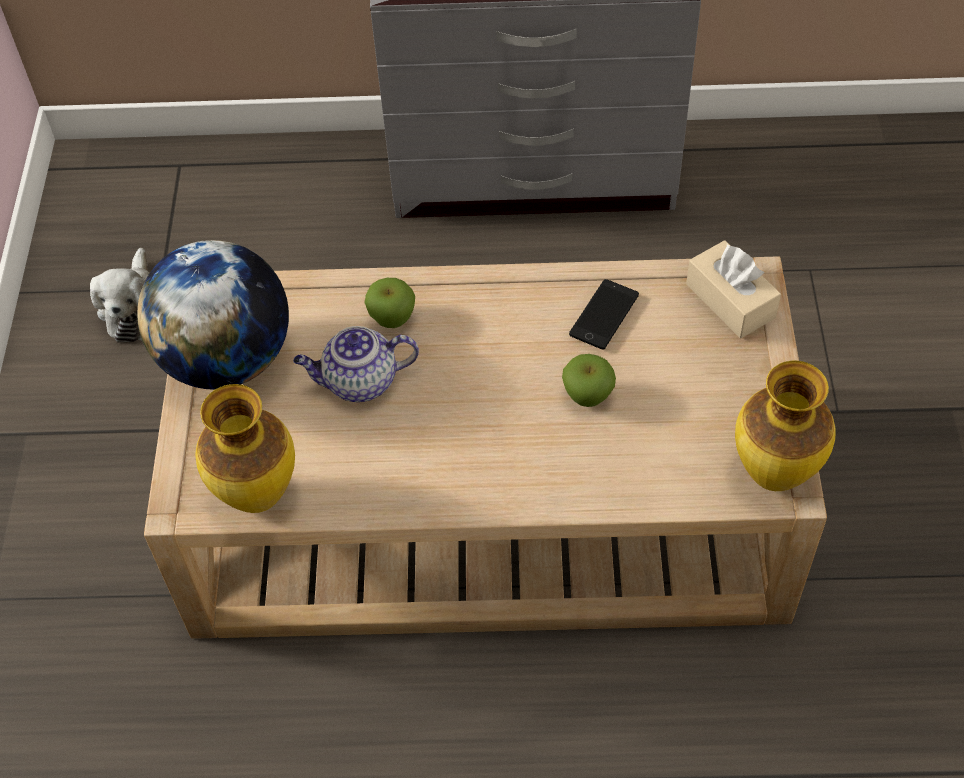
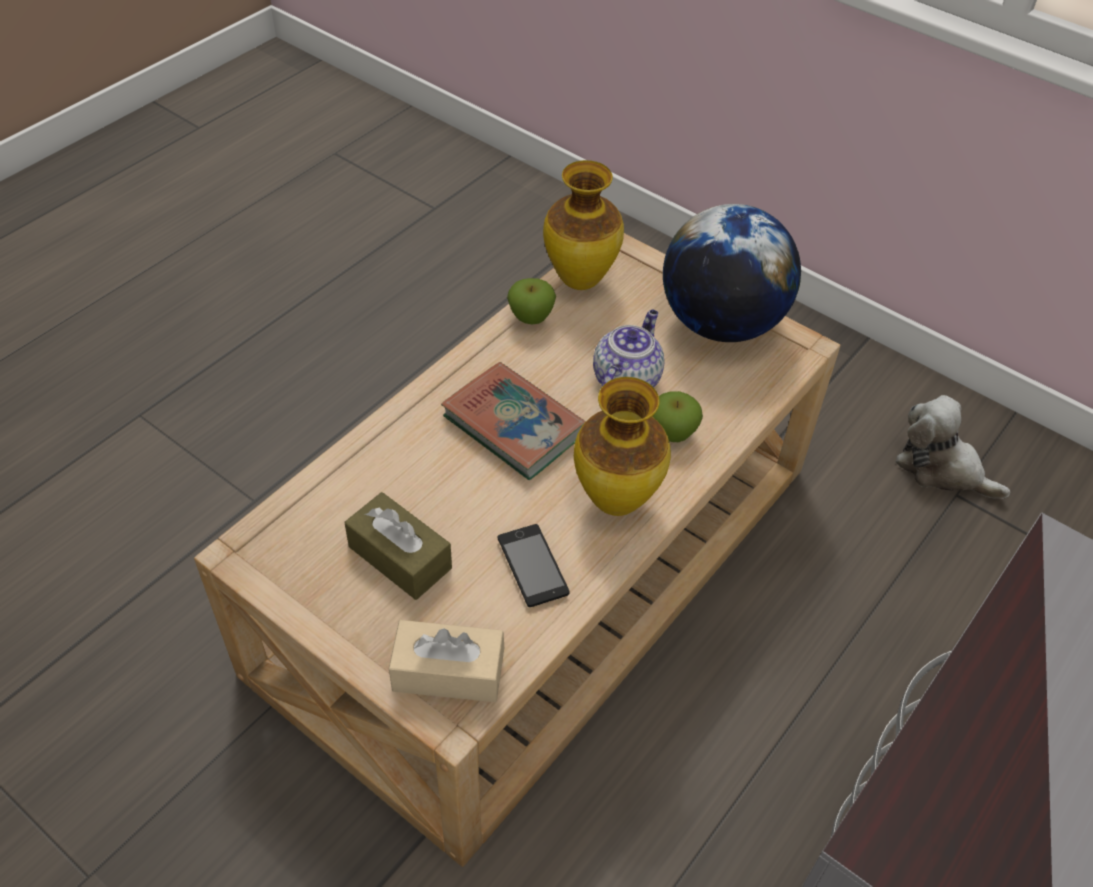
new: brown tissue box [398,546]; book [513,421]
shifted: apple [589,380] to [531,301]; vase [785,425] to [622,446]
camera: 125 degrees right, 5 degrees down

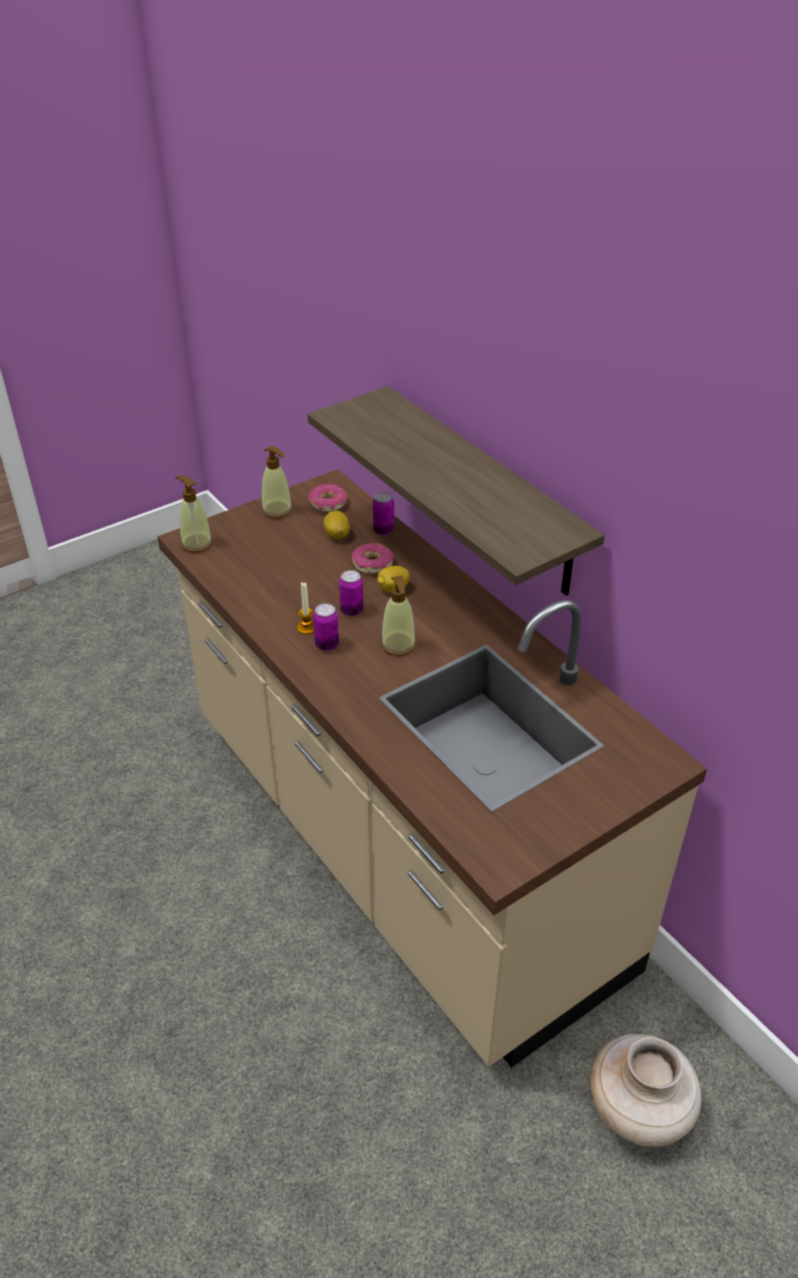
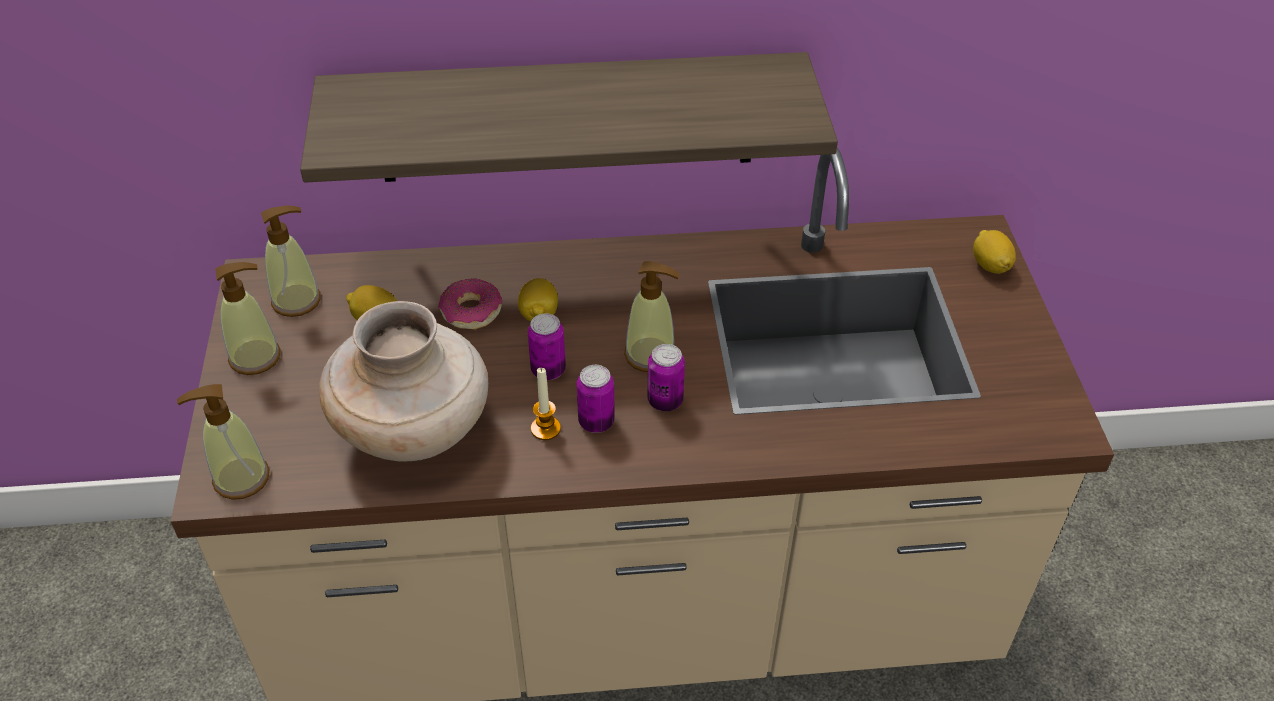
new: lemon [994,252]
shifted: beige vase [646,1090] to [403,381]; can [383,513] to [666,377]
swapped: donut [327,498] to soap dispenser [291,261]
camera: 60 degrees left, 5 degrees up

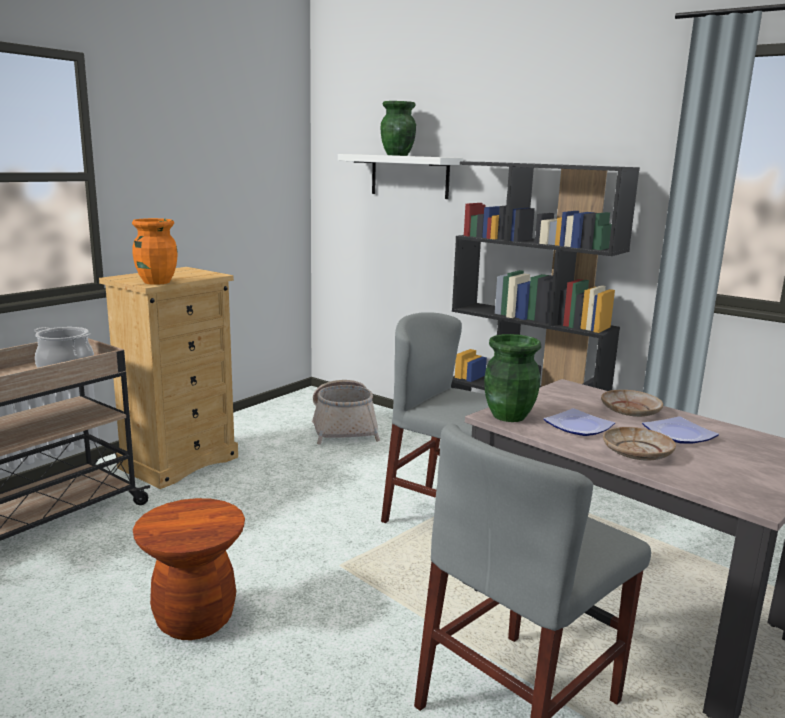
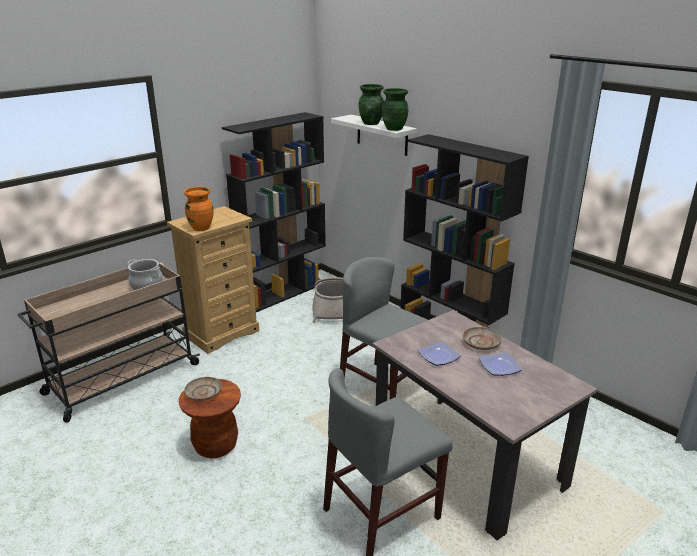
new: black bookcase [274,212]
shifted: beige plate [639,443] to [203,389]; green vase [512,378] to [395,109]
camera: 10 degrees right, 10 degrees up

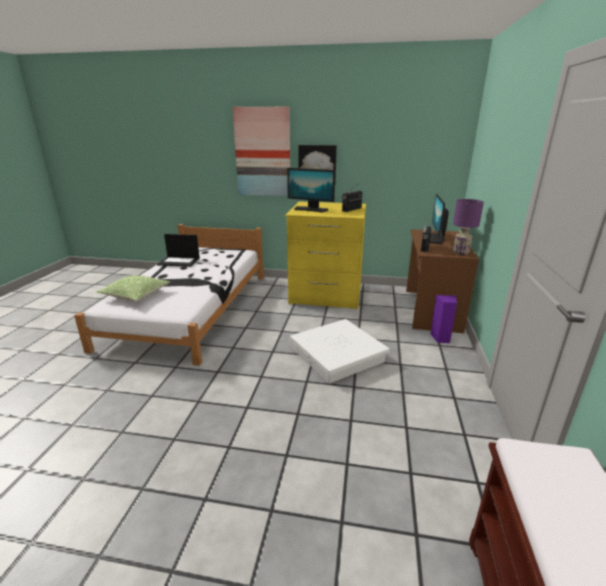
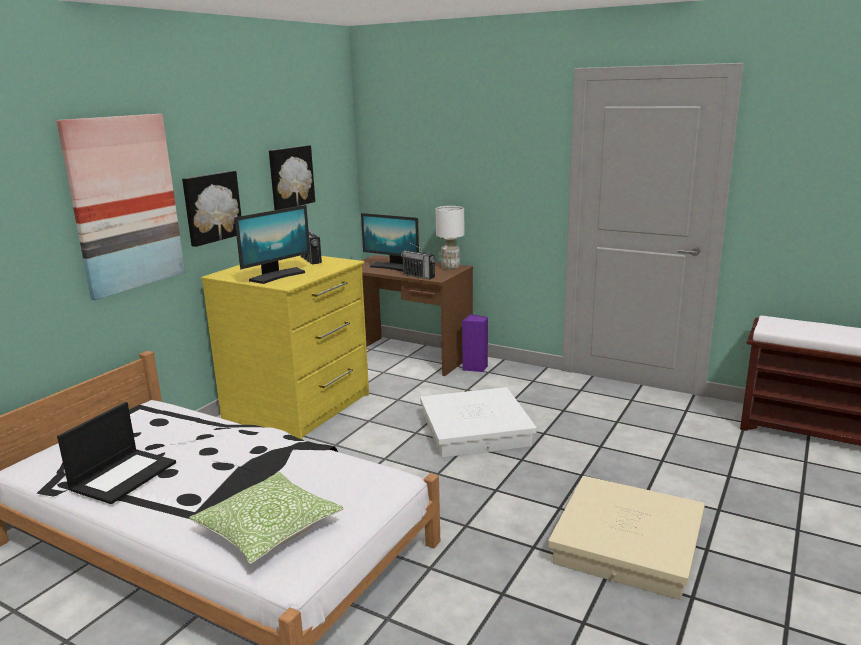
new: picture [292,177]; beige storage box [626,538]
repainted: purple table lamp [468,227] to white table lamp [450,238]
camera: 70 degrees left, 5 degrees down

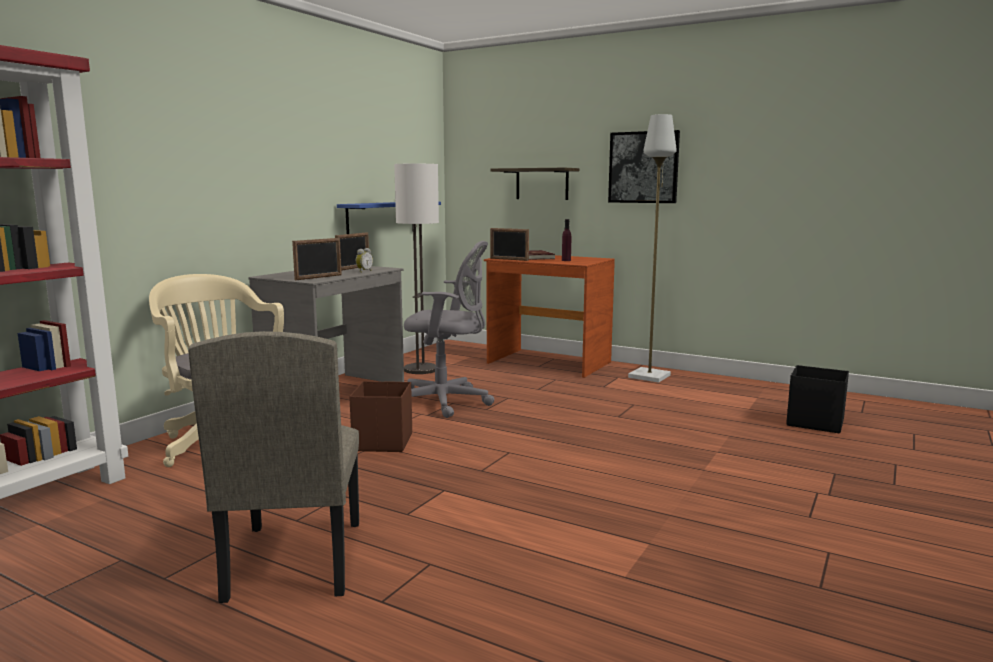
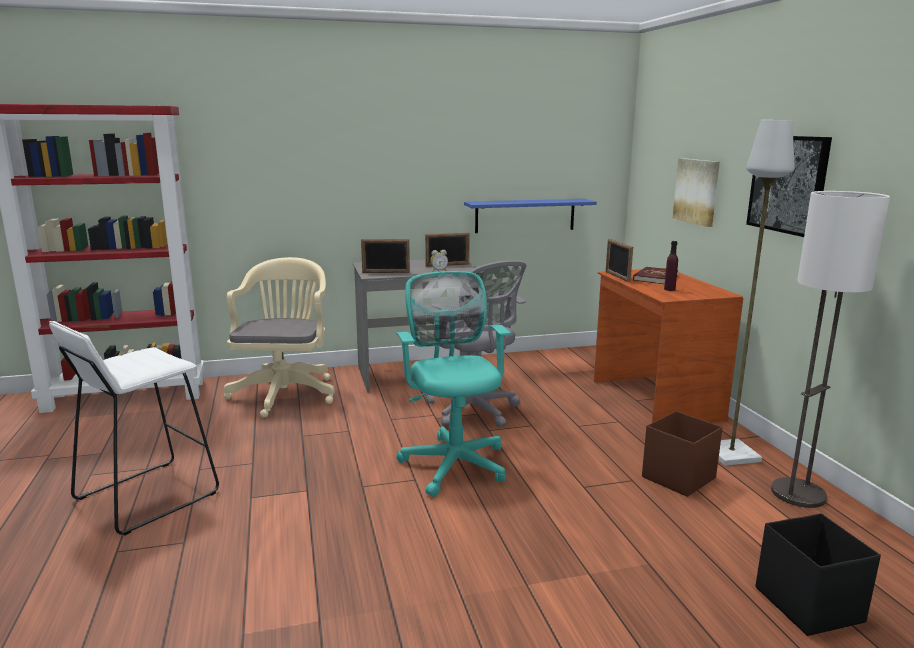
new: turquoise office chair [453,384]
shifted: brown storage box [380,416] to [682,454]; floor lamp [416,269] to [830,349]
swapped: beige chair [273,467] to white stool [134,428]; shelf [534,184] to picture [696,192]
camera: 45 degrees right, 5 degrees up

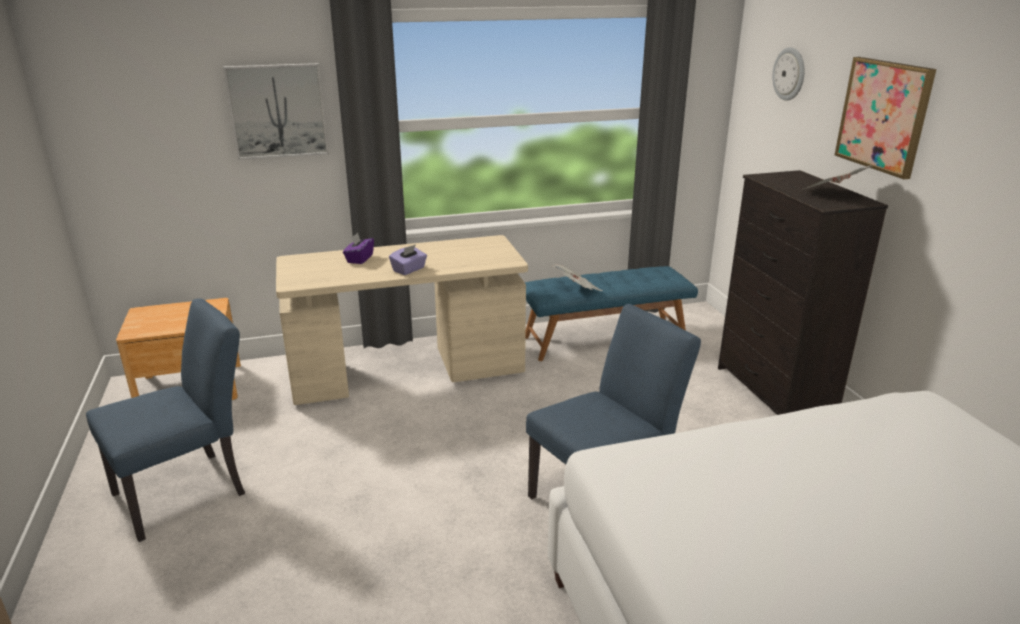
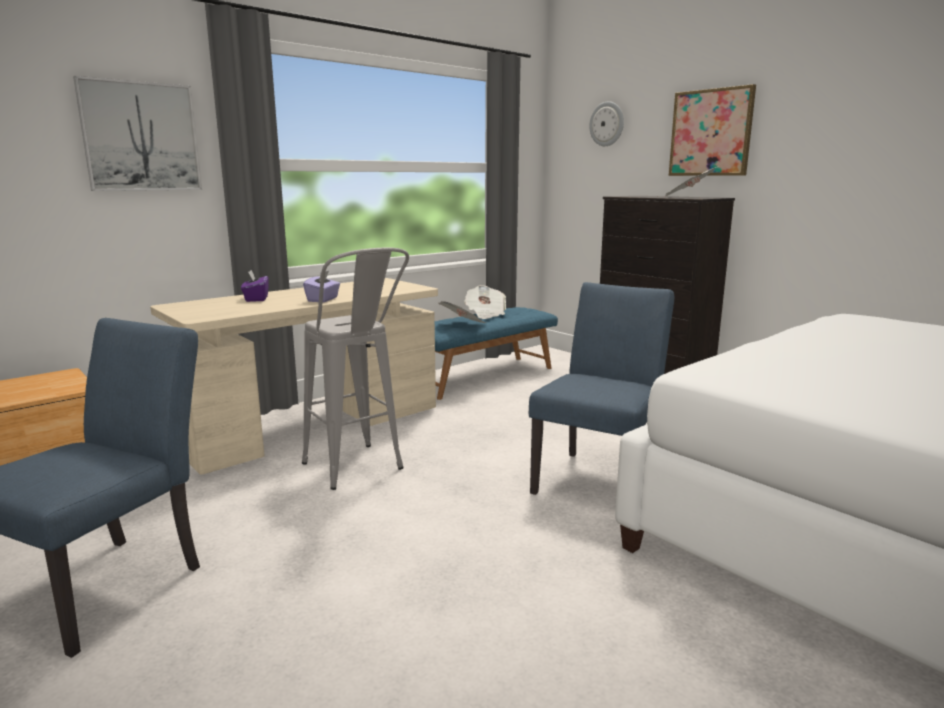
new: grey stool [355,368]; newspaper [485,302]
camera: 25 degrees left, 10 degrees down

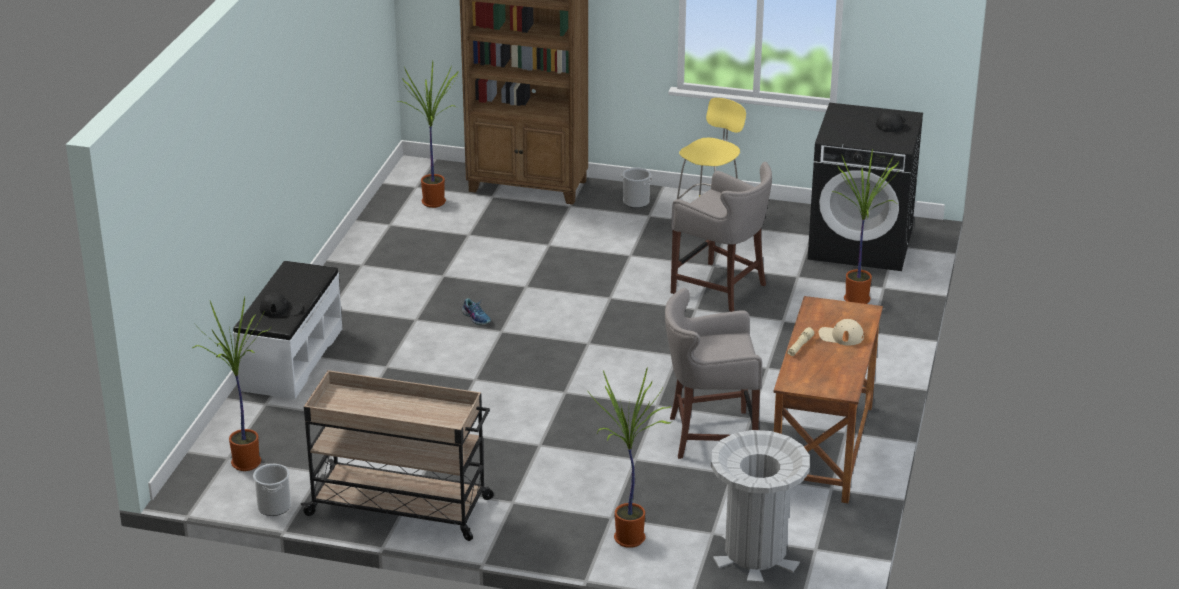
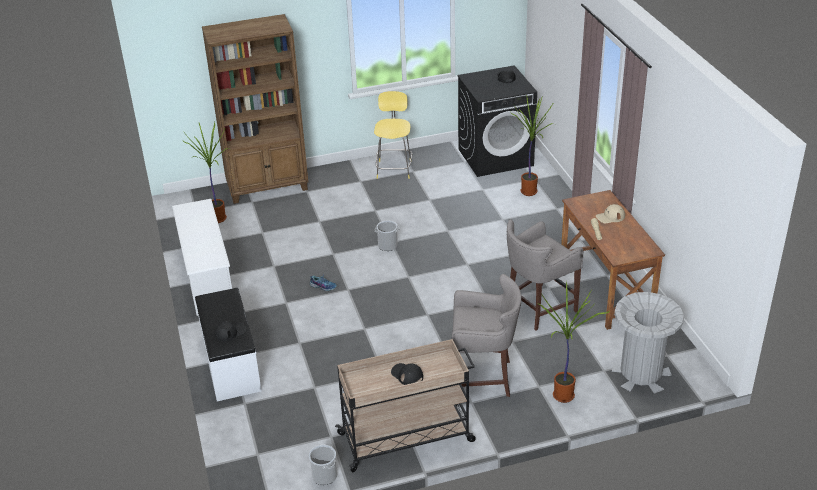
gone: potted plant [231,384]
new: white shoe rack [202,257]; black cap [407,374]
shifted: bucket [636,187] to [387,236]; grey stool [721,237] to [487,335]
camera: 30 degrees left, 5 degrees up

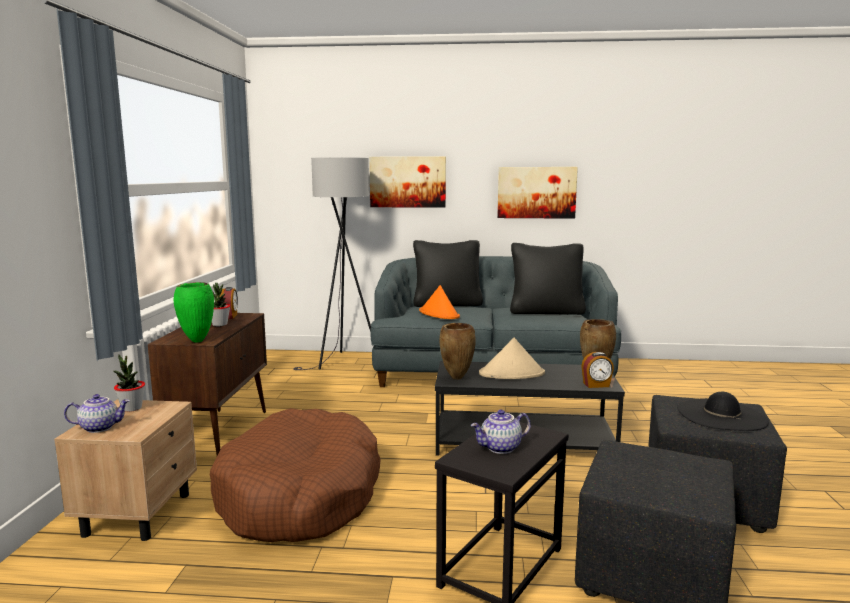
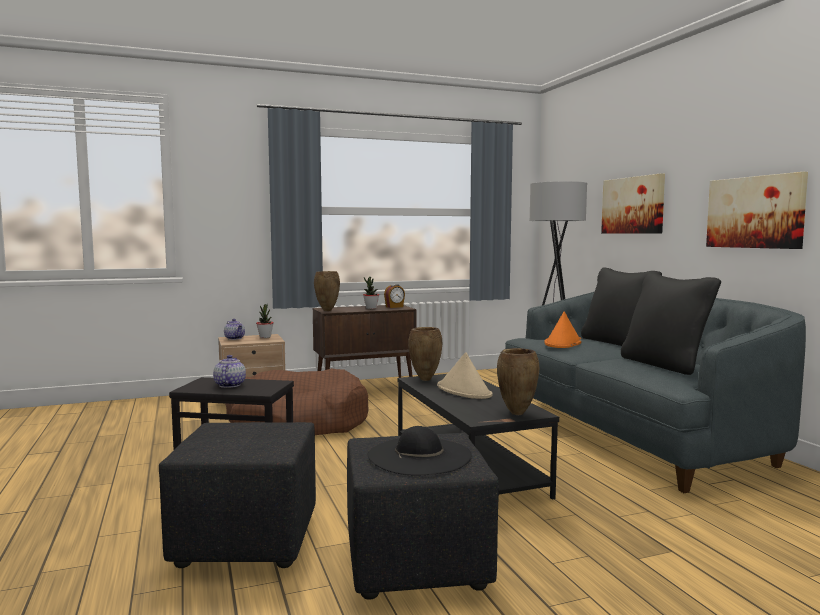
gone: alarm clock [597,370]
repainted: green vase [194,312] to brown vase [327,291]
rotated: teapot [501,432] = [229,371] 45 degrees clockwise
camera: 65 degrees right, 5 degrees down

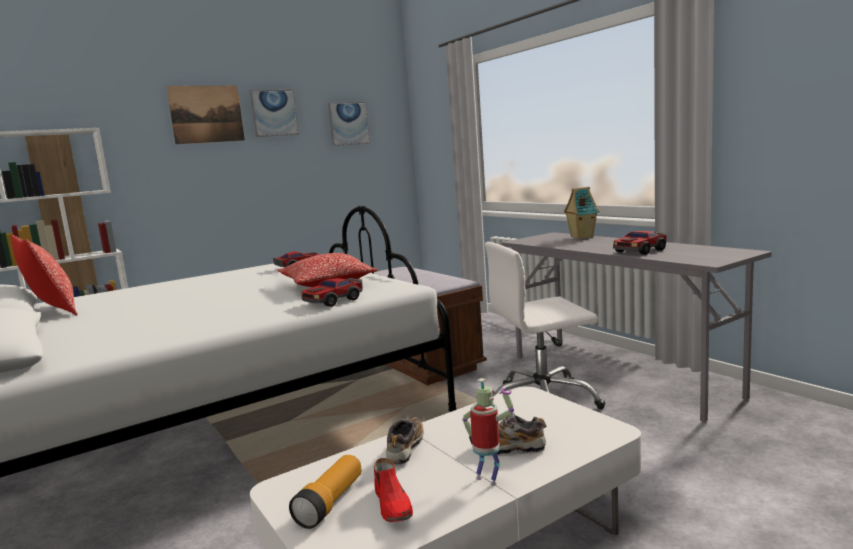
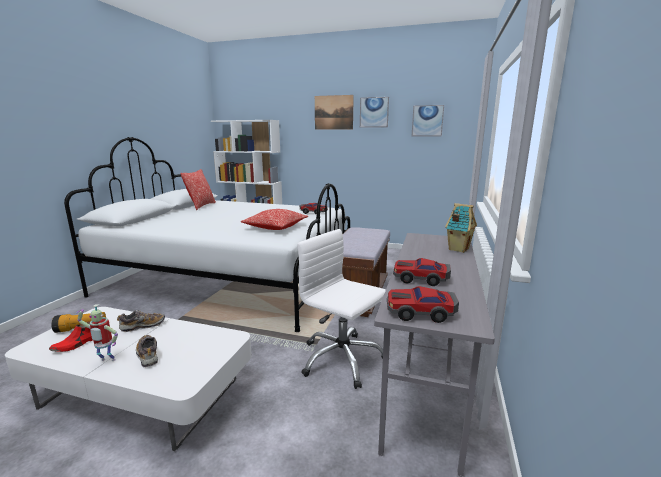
shifted: toy car [332,292] to [423,304]
rotated: toy robot [488,432] = [97,332] 90 degrees clockwise
camera: 50 degrees right, 5 degrees up

